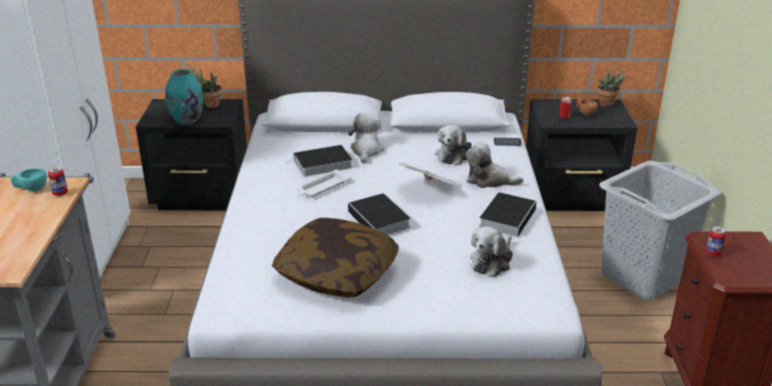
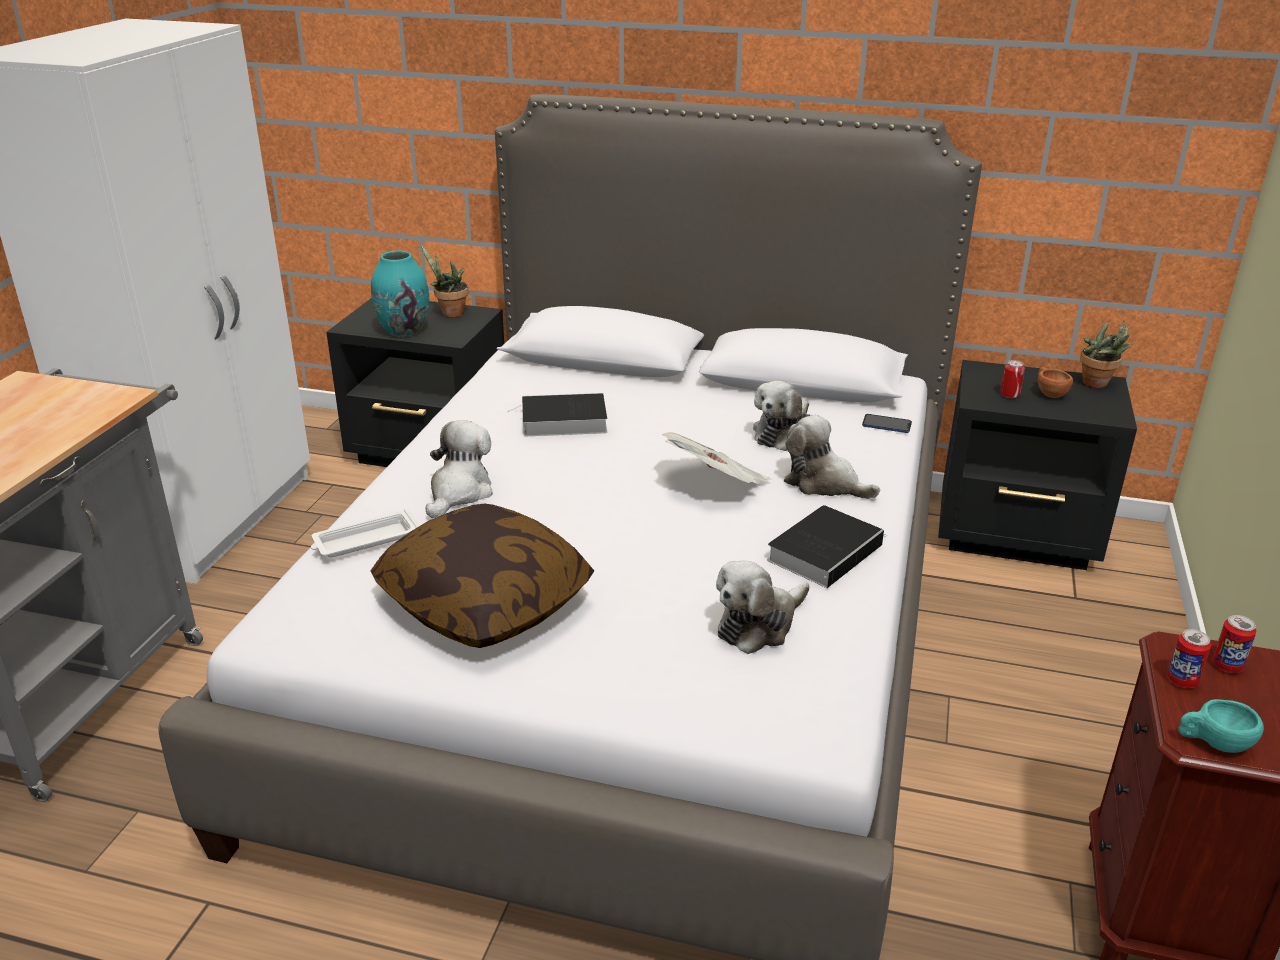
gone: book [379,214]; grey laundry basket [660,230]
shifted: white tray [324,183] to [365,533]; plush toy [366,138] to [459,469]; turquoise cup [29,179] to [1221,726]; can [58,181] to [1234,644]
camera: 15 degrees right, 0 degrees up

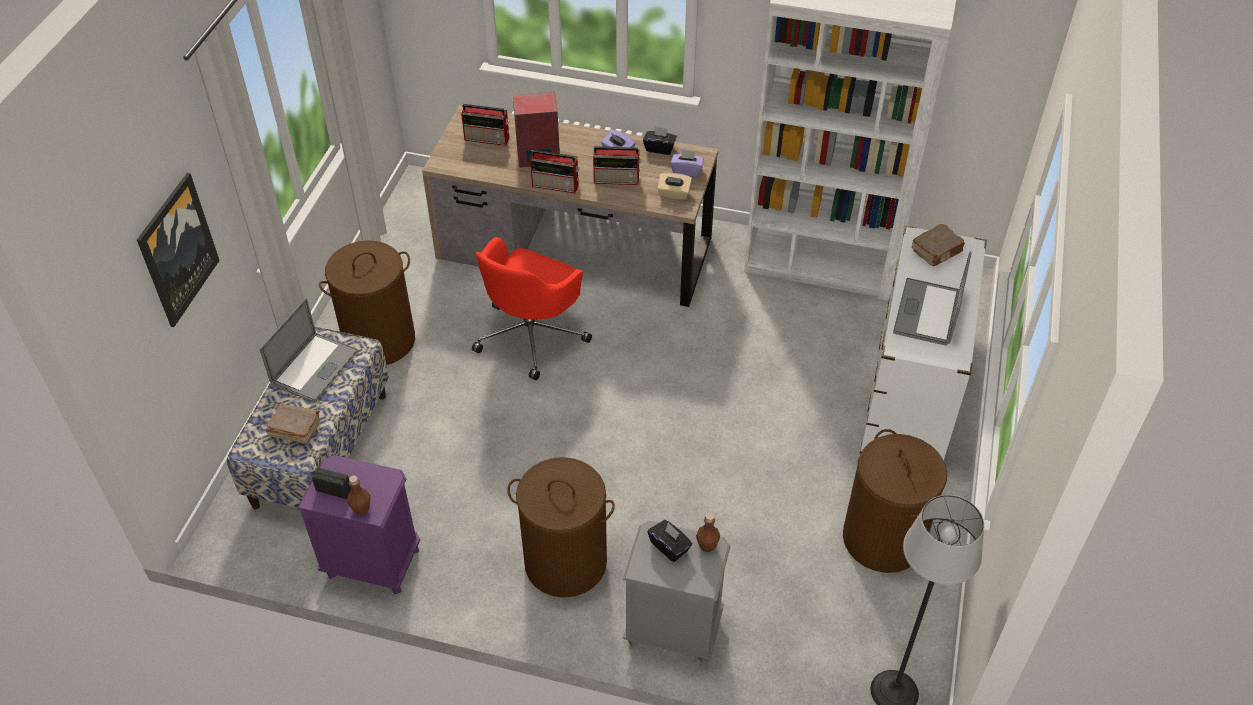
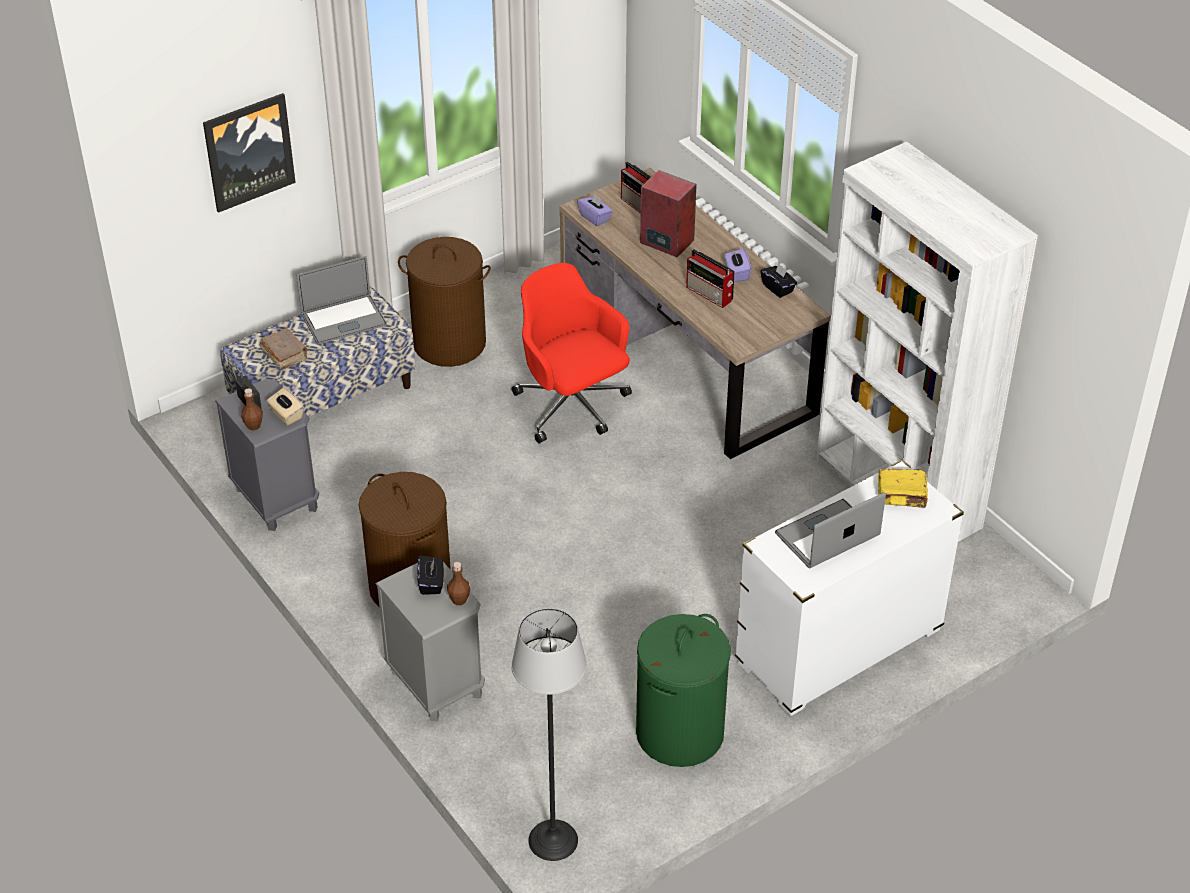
gone: radio [555,171]
shifted: beige tissue box [674,186] to [285,406]; purple tissue box [687,163] to [595,209]
repainted: purple nightstand [358,525] to grey nightstand [267,455]; brown laundry basket [895,501] to green laundry basket [683,690]; brown book [938,245] to yellow book [903,488]
rotated: red office chair [532,308] = [572,353] 75 degrees clockwise
camera: 40 degrees right, 5 degrees down

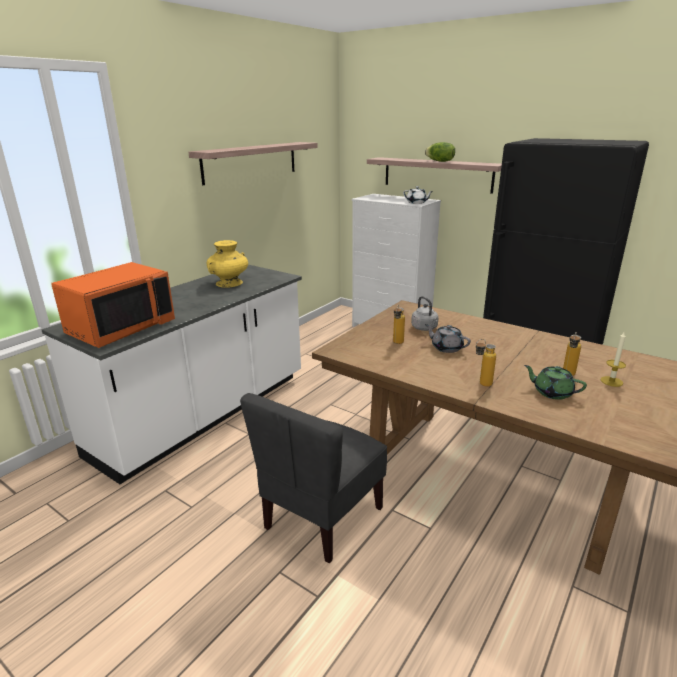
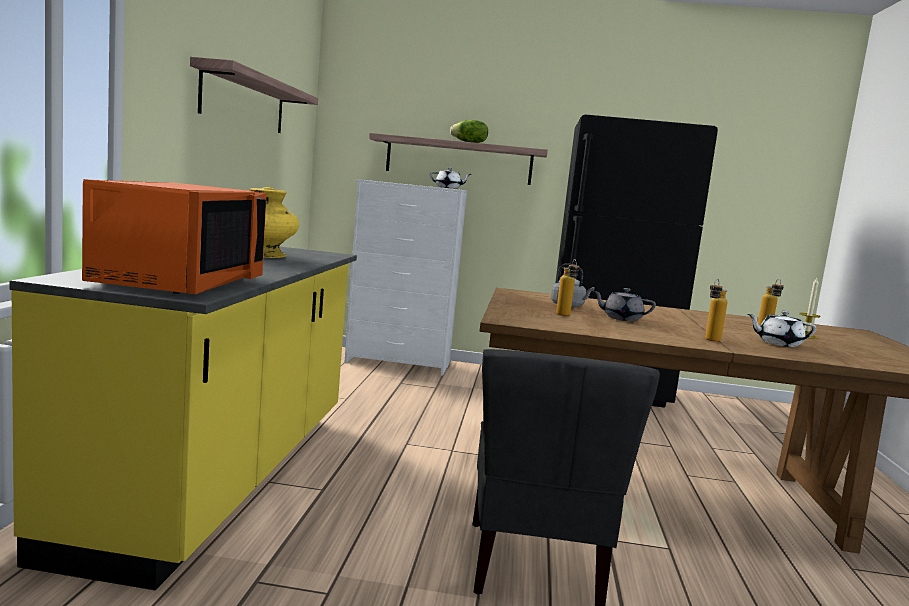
repainted: white counter [172,374] to yellow counter [183,418]; green teapot [555,382] to white teapot [782,329]
camera: 30 degrees left, 15 degrees down

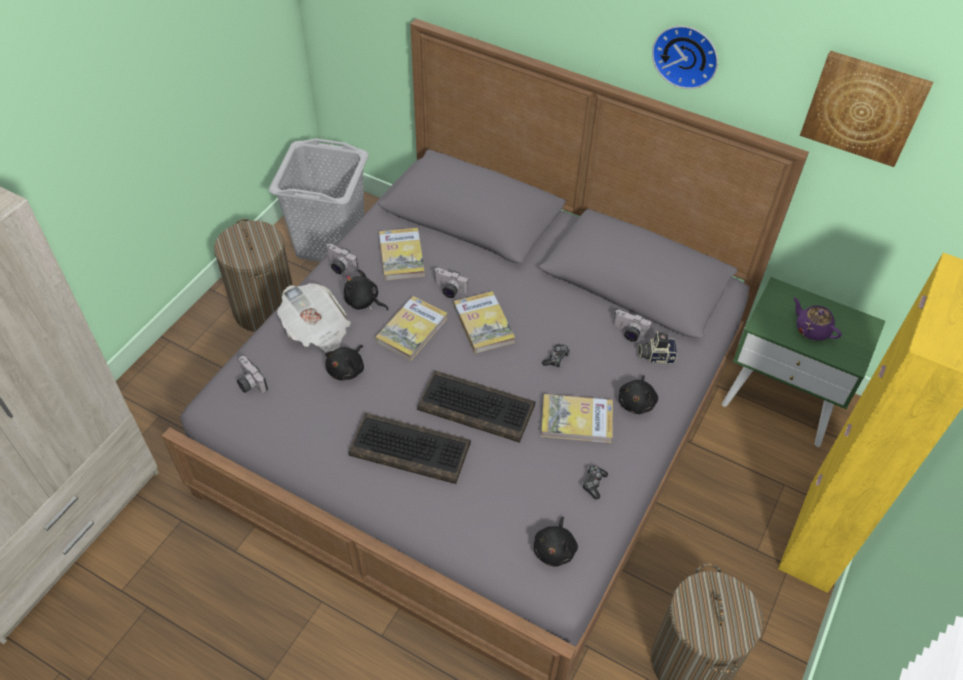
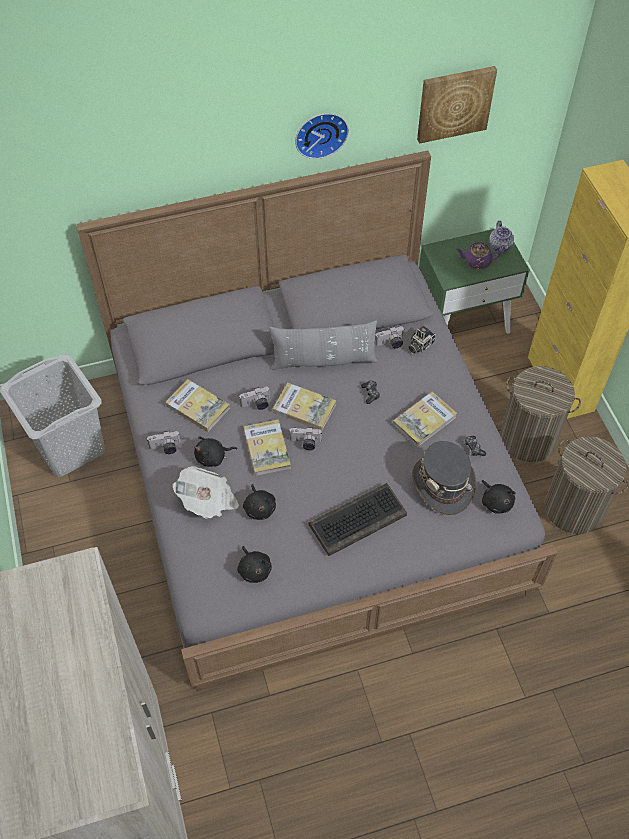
gone: keyboard [476,406]
new: grey pillow [323,345]; grey hat [444,478]; teapot [501,237]
shifted: black plush toy [638,394] to [254,564]; photo camera [252,374] to [305,438]; laundry basket [253,275] to [540,414]
camera: 45 degrees left, 5 degrees up

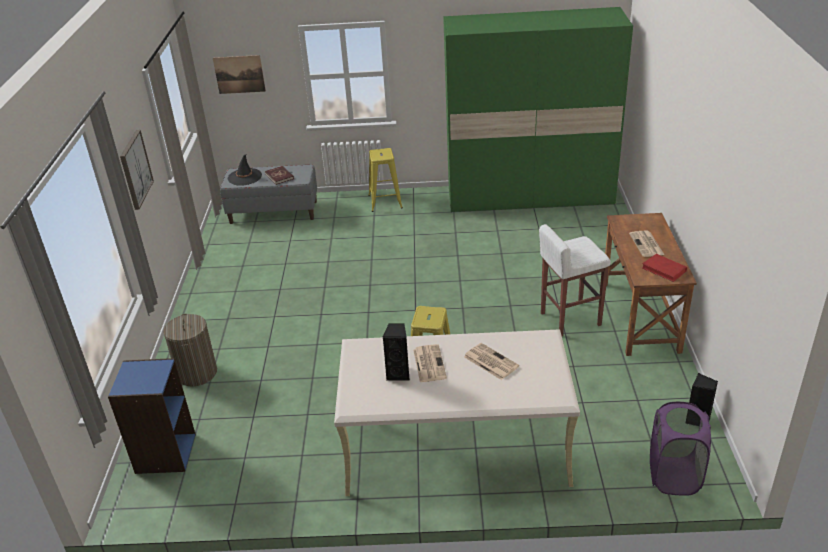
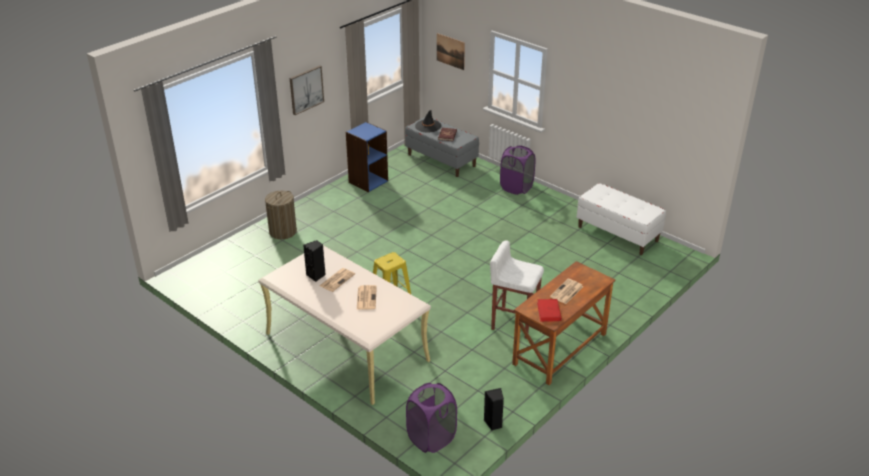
shifted: blue bookcase [152,416] to [367,157]
swapped: yellow stool [385,180] to purple laundry basket [517,170]; green wardrobe [538,109] to white bench [621,219]
camera: 40 degrees right, 0 degrees up

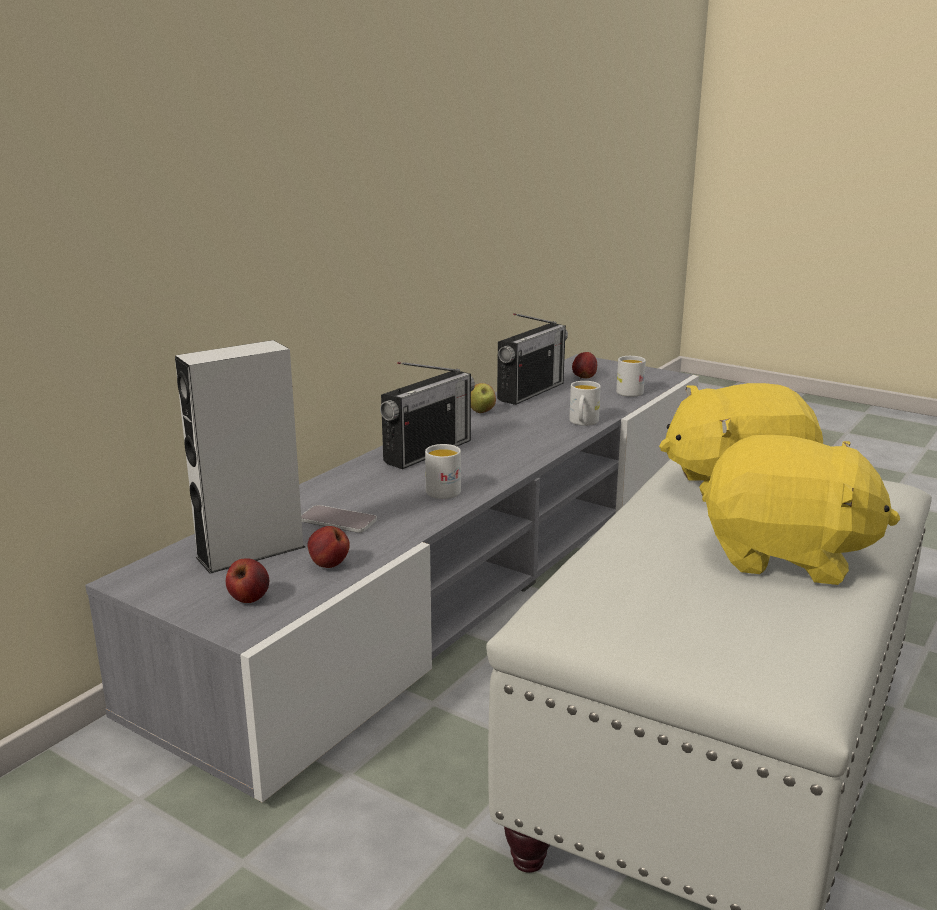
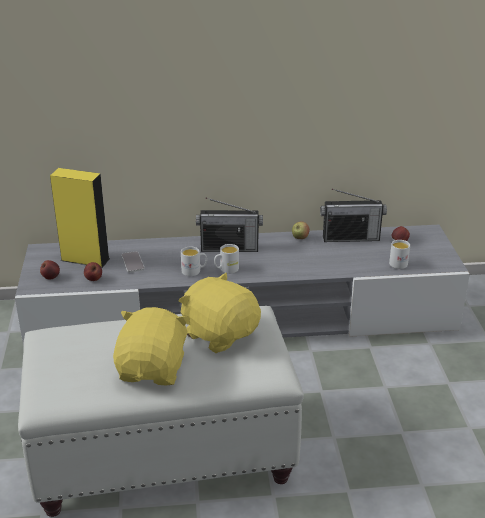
shifted: white mug [585,403] to [226,259]
repainted: grey speaker [240,457] to yellow speaker [80,218]
rotated: yellow plush toy [801,510] = [151,346] 150 degrees counterclockwise
camera: 50 degrees right, 10 degrees up

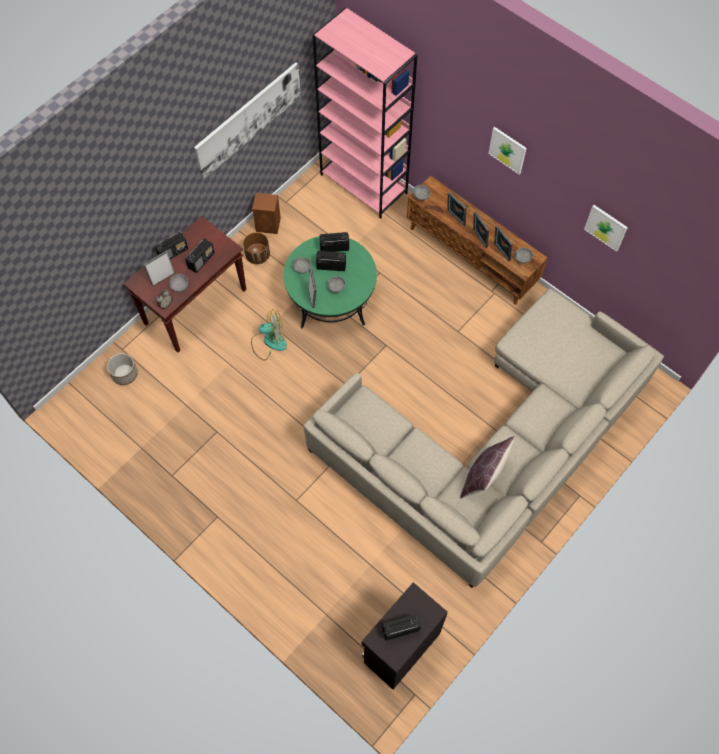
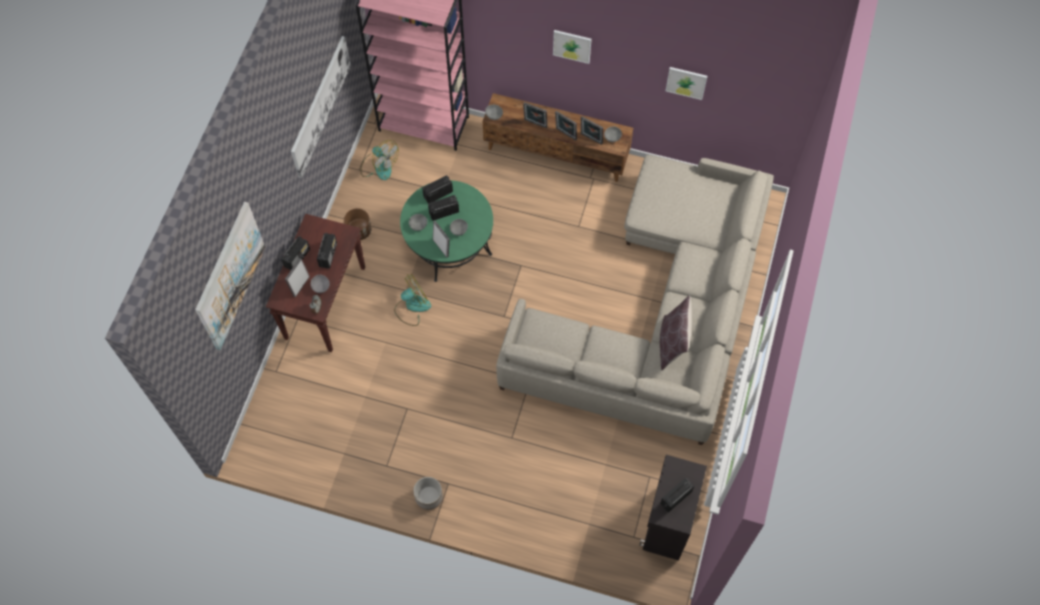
gone: brown speaker [266,213]
new: picture [230,276]; fan [380,160]
shifted: planter [122,369] to [428,493]
camera: 25 degrees left, 0 degrees up

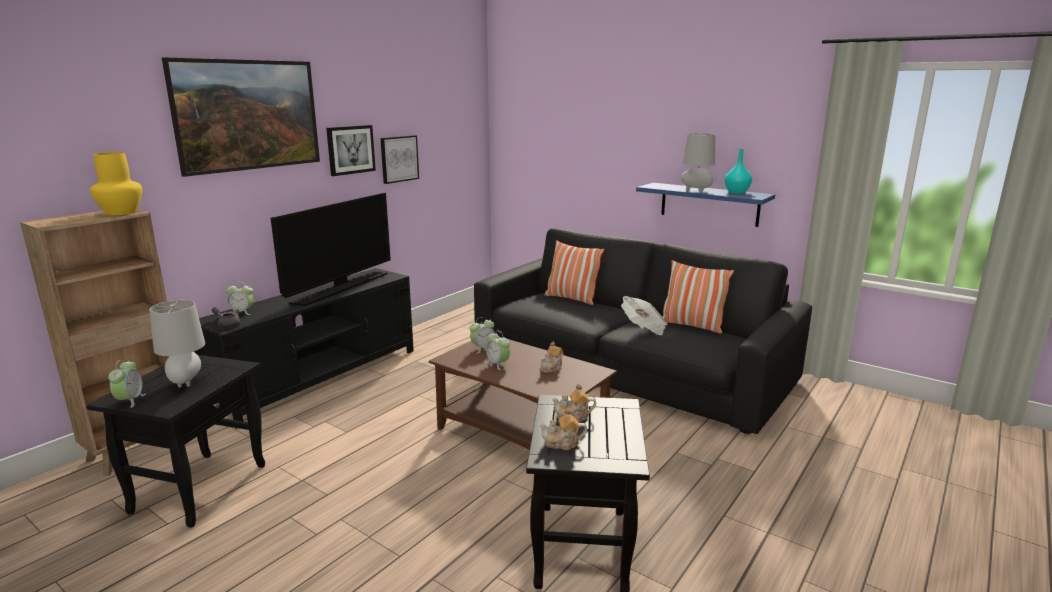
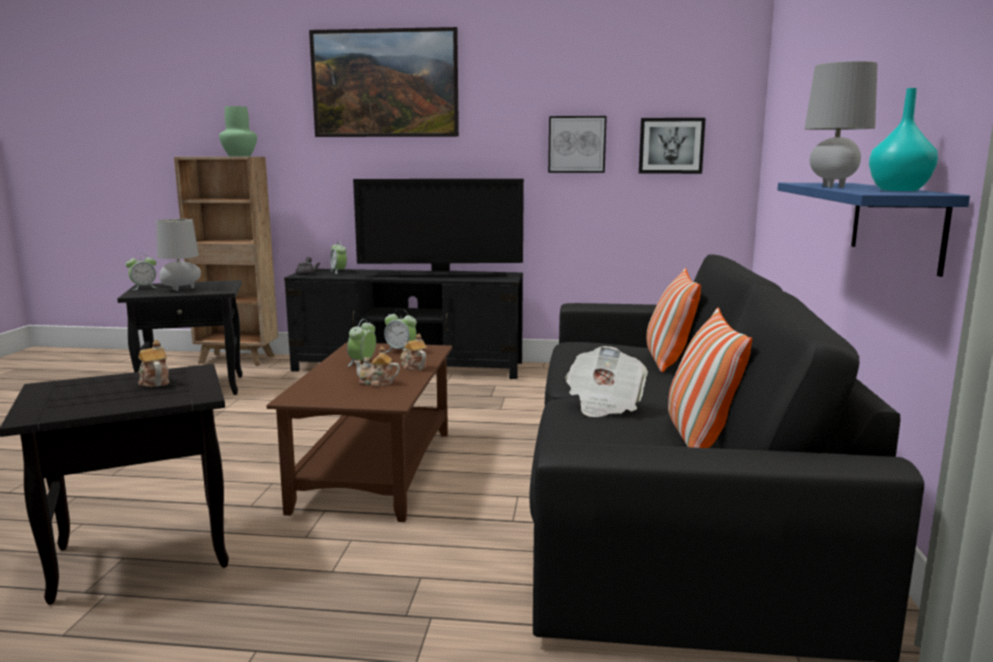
shifted: teapot [563,429] to [413,352]; picture [351,150] to [672,146]
repainted: yellow vase [116,183] to green vase [238,131]
camera: 60 degrees right, 5 degrees down

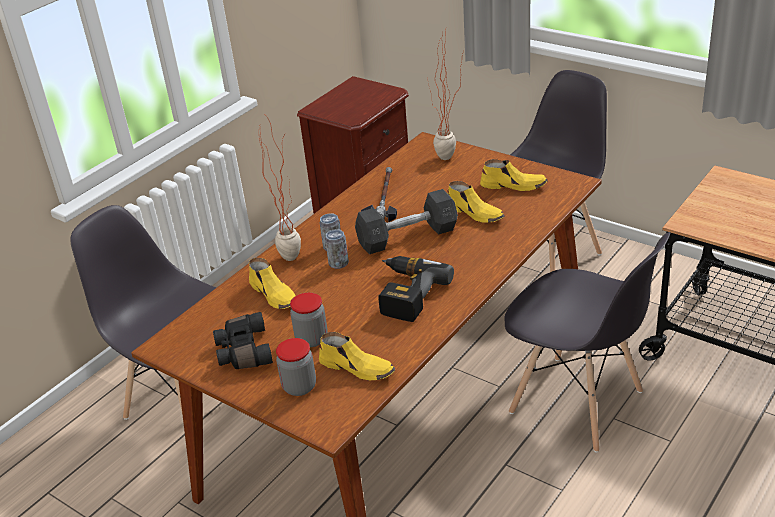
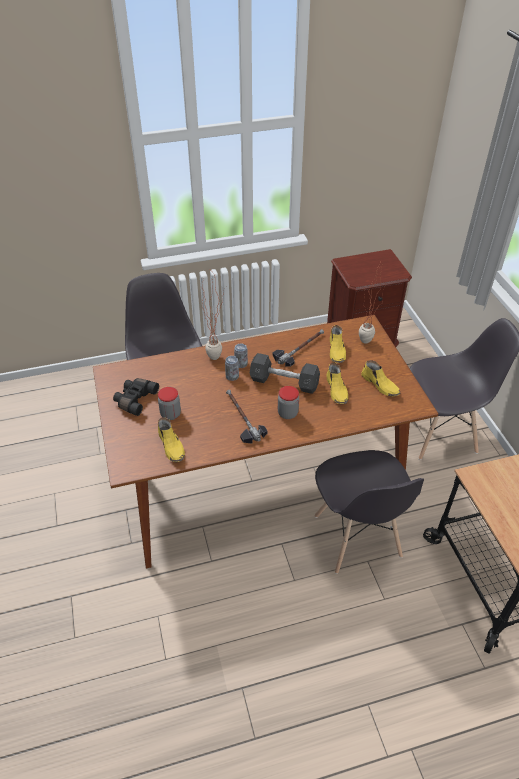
shifted: jar [296,367] to [288,402]; yellow shoe [272,283] to [338,344]
swapped: power drill [416,289] to hammer [247,417]
camera: 35 degrees right, 10 degrees up

